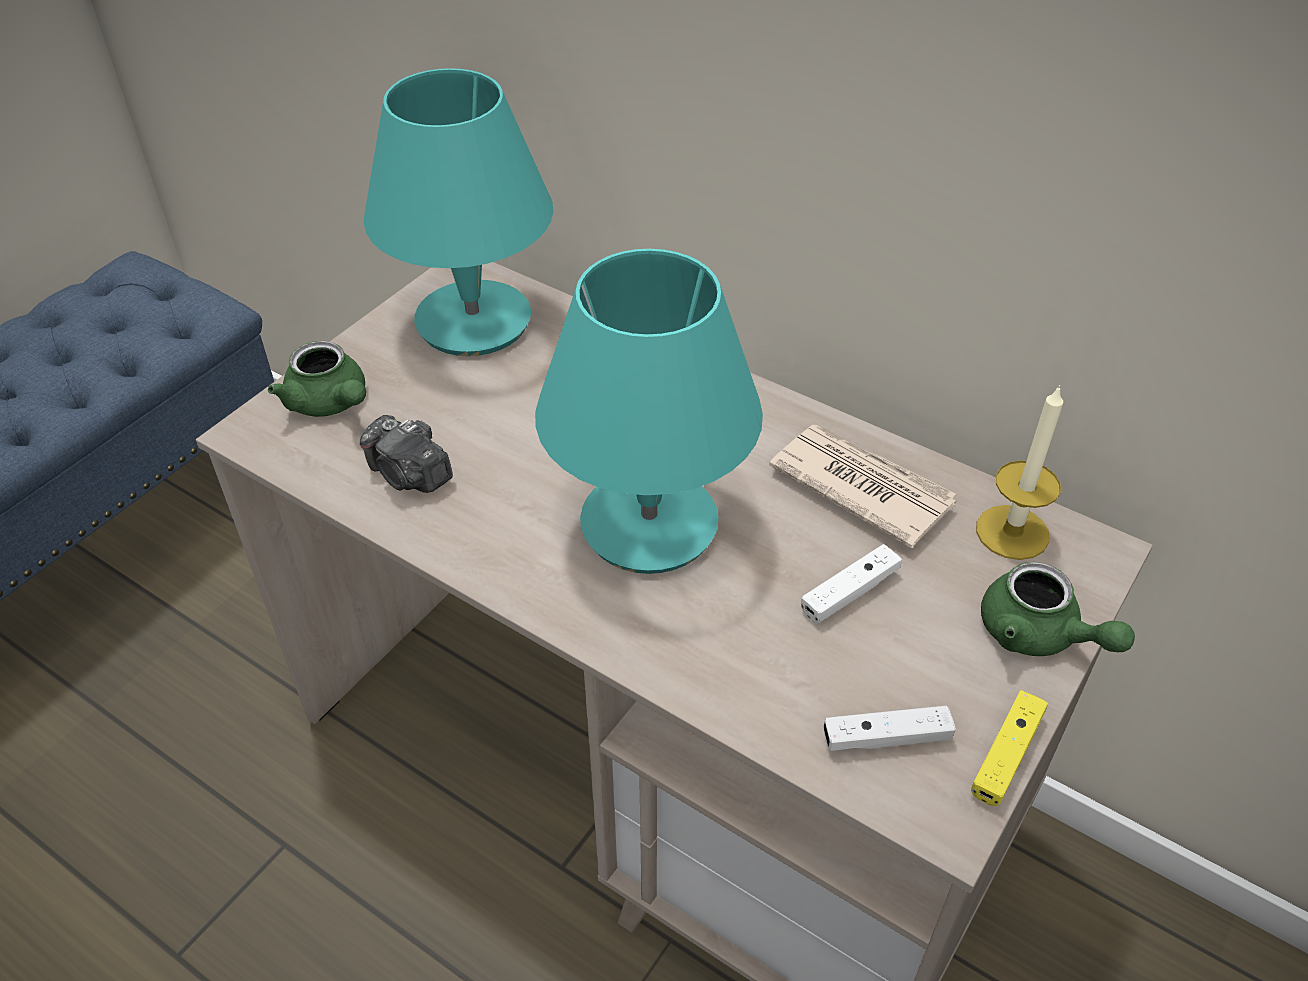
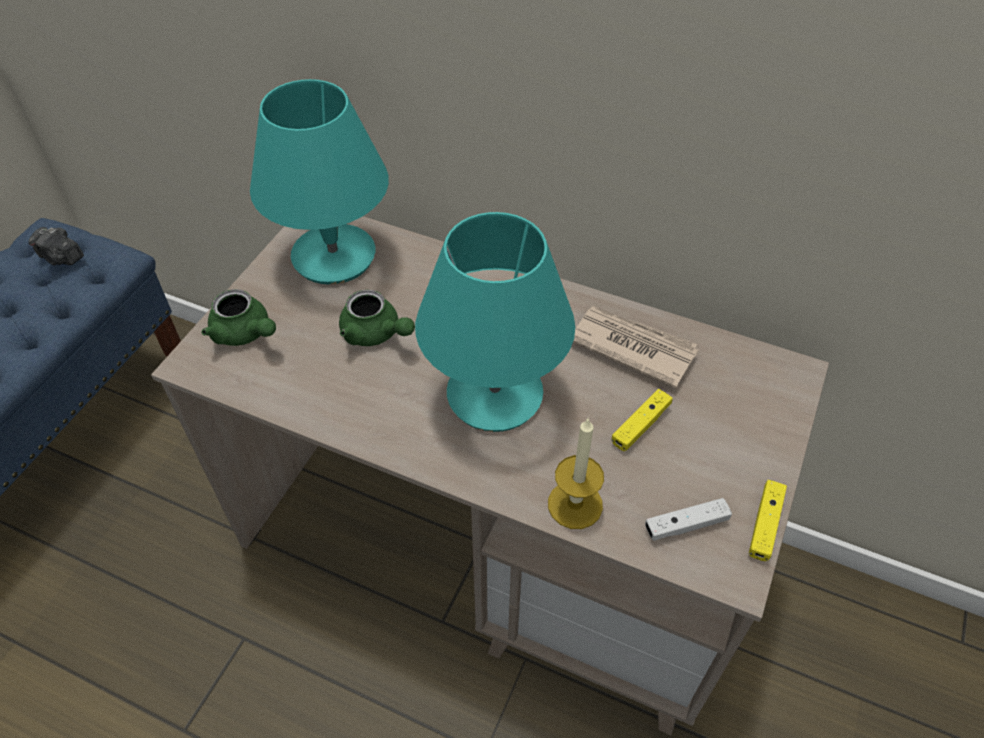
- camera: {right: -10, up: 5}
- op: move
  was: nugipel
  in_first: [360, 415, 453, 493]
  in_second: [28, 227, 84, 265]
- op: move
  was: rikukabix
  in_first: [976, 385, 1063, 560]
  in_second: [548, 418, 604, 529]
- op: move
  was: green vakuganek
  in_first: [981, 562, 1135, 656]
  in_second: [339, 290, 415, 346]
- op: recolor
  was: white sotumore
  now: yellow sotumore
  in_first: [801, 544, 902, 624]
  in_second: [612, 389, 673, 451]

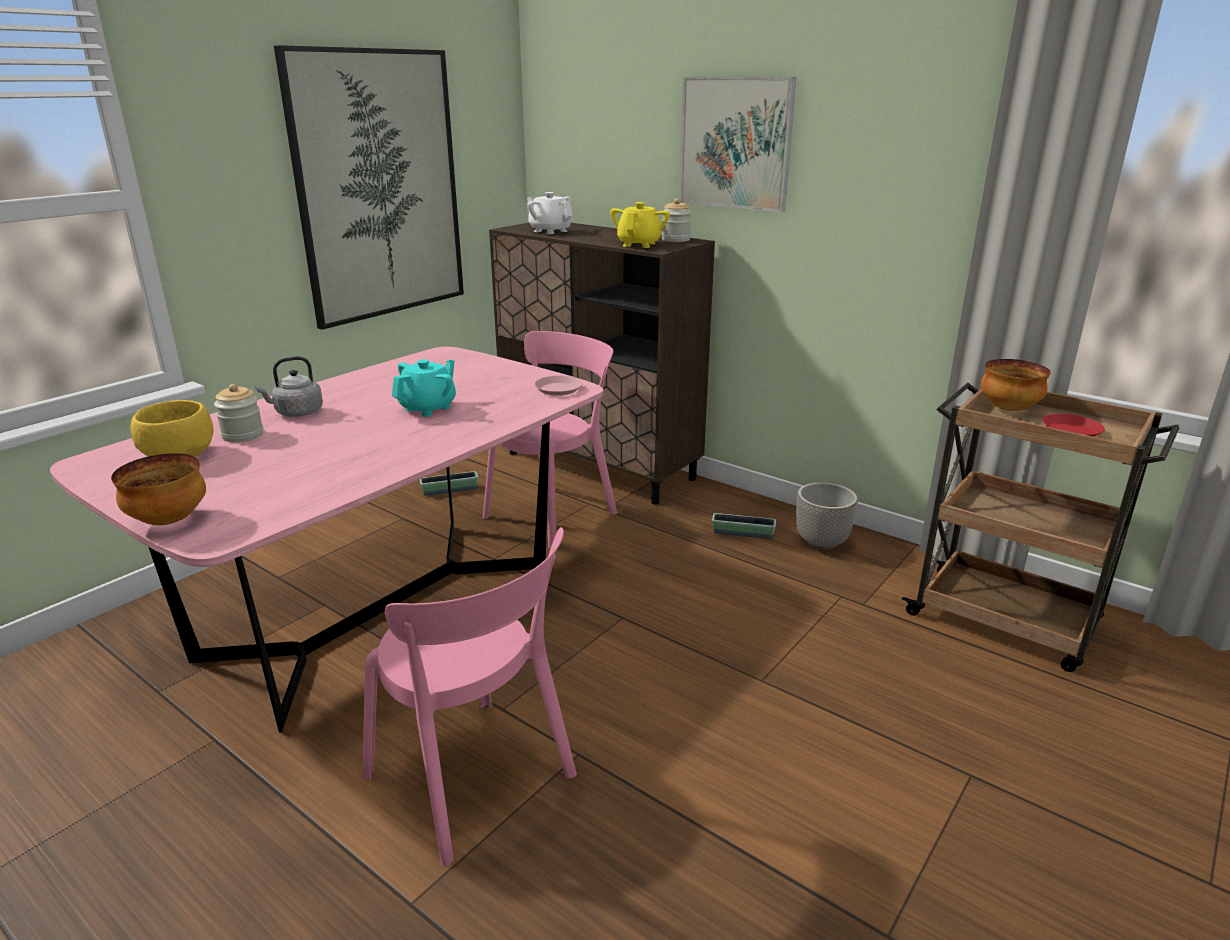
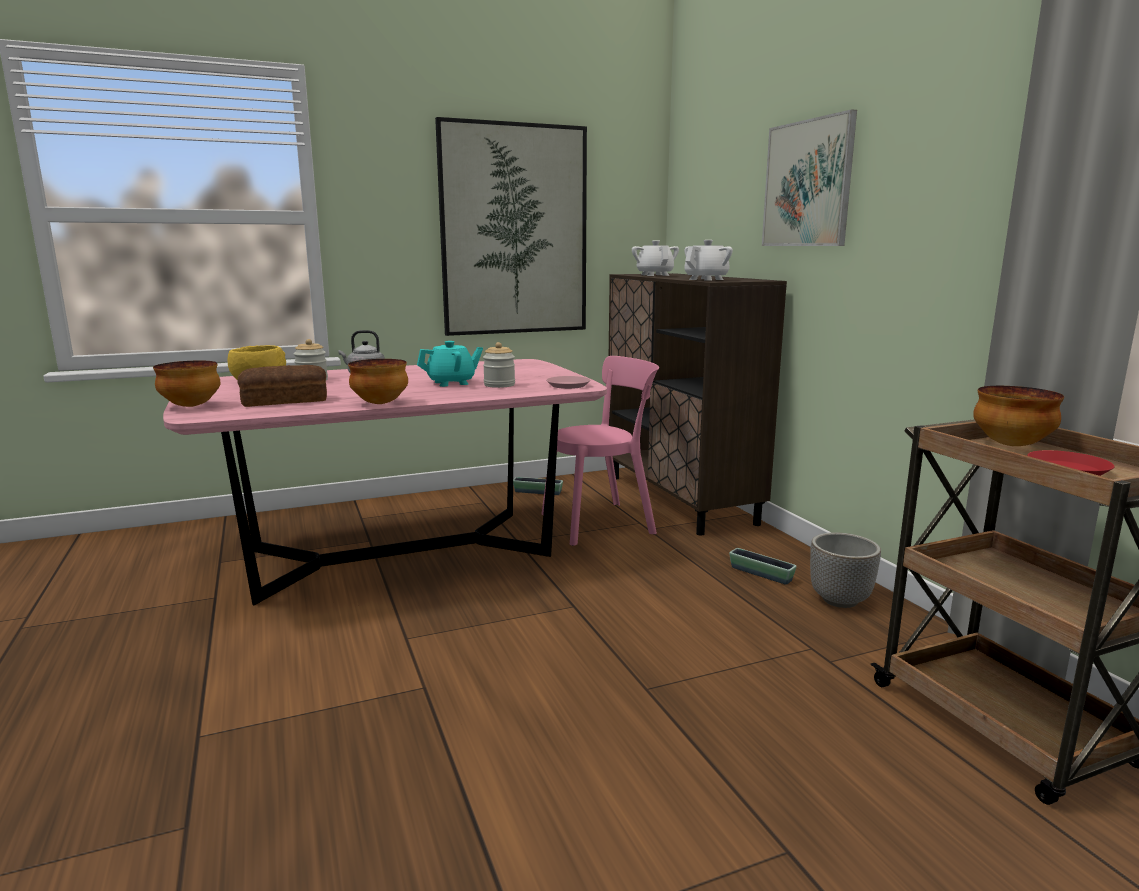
- camera: {right: 30, up: -10}
- op: delete
  was: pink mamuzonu
  in_first: [363, 527, 577, 867]
- op: insert
  now: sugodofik
  in_second: [237, 365, 327, 407]
- op: insert
  now: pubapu
  in_second: [348, 359, 408, 404]
- op: move
  was: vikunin
  in_first: [662, 198, 692, 242]
  in_second: [483, 342, 515, 388]
- op: recolor
  was: yellow vakuganek
  now: white vakuganek
  in_first: [610, 202, 670, 248]
  in_second: [684, 240, 733, 281]

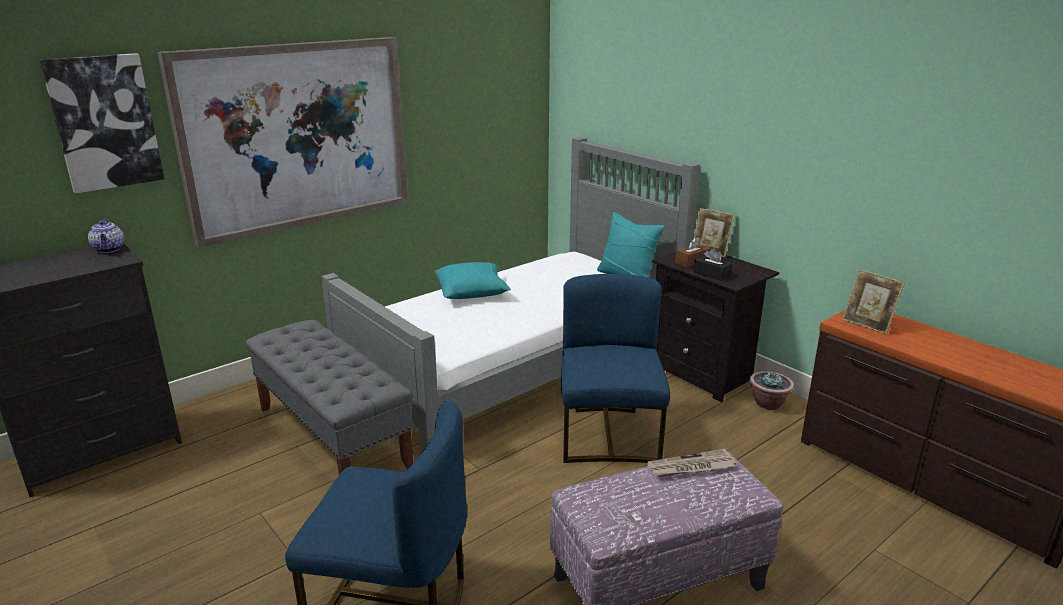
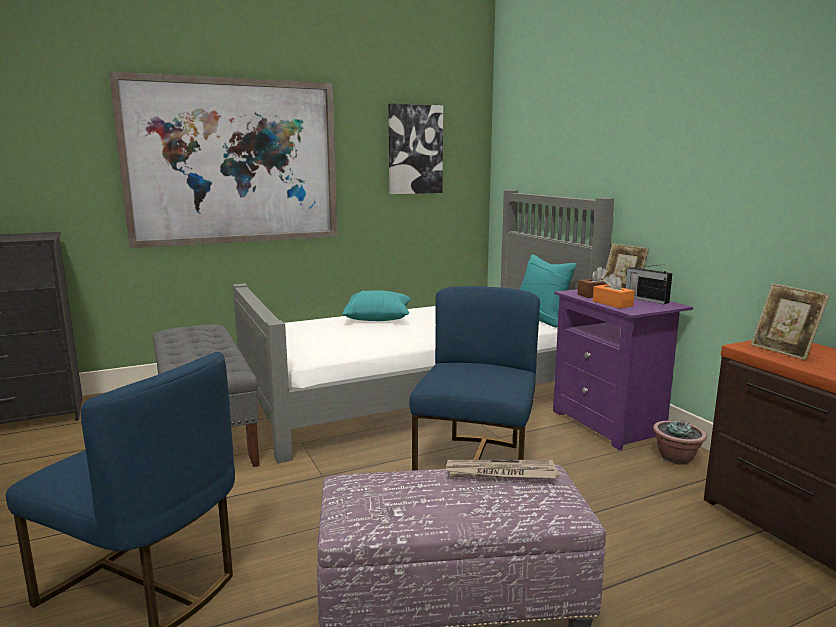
- camera: {right: 15, up: -10}
- op: delete
  was: vakuganek
  in_first: [88, 220, 124, 253]
- op: insert
  now: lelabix
  in_second: [625, 264, 672, 304]
- op: move
  was: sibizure
  in_first: [40, 53, 164, 194]
  in_second: [388, 103, 443, 194]
- op: recolor
  was: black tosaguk
  now: purple tosaguk
  in_first: [652, 252, 779, 402]
  in_second: [553, 289, 693, 451]
- op: recolor
  was: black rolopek
  now: orange rolopek
  in_first: [694, 248, 733, 281]
  in_second: [593, 273, 635, 308]

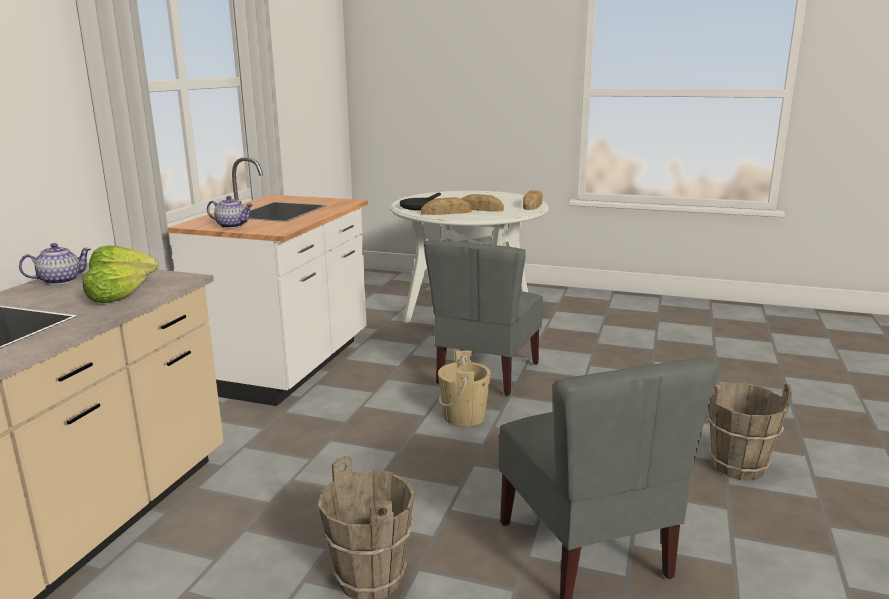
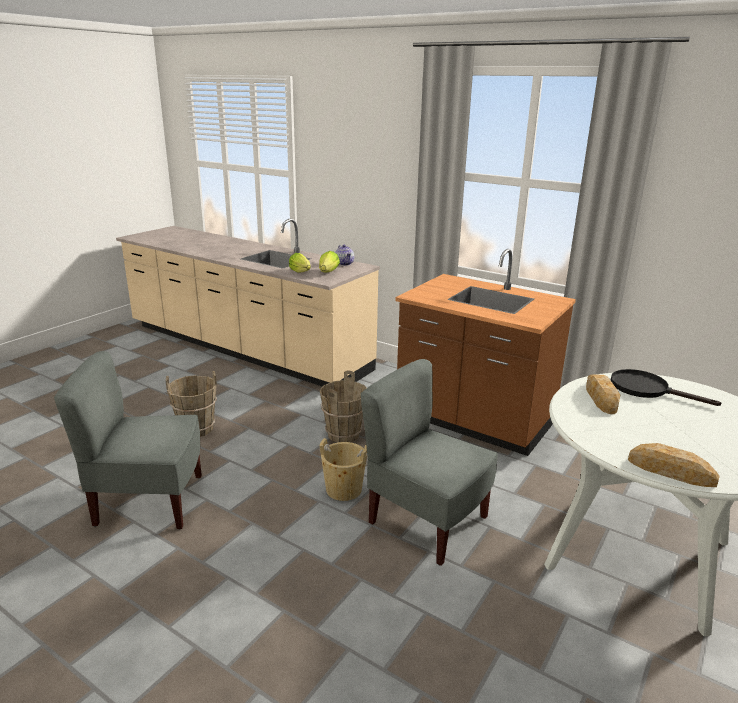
- camera: {right: 105, up: 5}
- op: delete
  was: vakuganek
  in_first: [207, 196, 253, 228]
- op: delete
  was: sugodofik
  in_first: [461, 194, 504, 212]
- op: move
  was: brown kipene
  in_first: [707, 383, 792, 481]
  in_second: [320, 370, 366, 443]
- op: recolor
  was: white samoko
  now: brown samoko
  in_first: [168, 157, 368, 406]
  in_second: [395, 249, 576, 456]

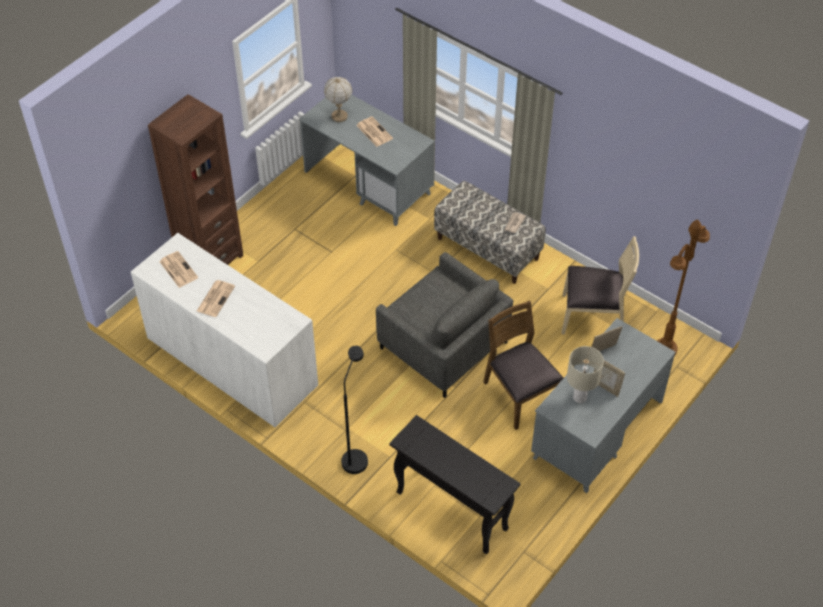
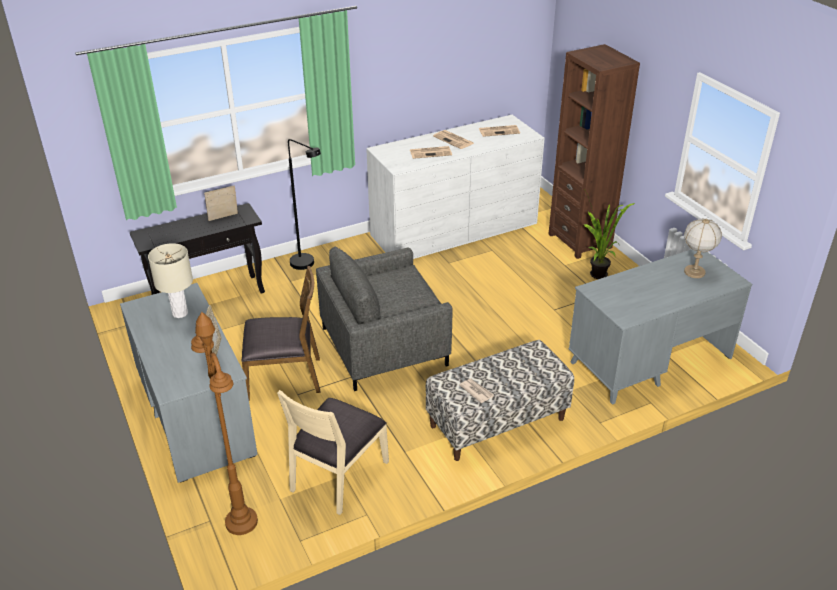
- camera: {right: 115, up: -15}
- op: insert
  now: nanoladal
  in_second: [583, 188, 635, 279]
- op: move
  was: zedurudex
  in_first: [356, 117, 393, 147]
  in_second: [410, 146, 452, 159]
- op: move
  was: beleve
  in_first: [594, 360, 625, 397]
  in_second: [204, 185, 238, 221]

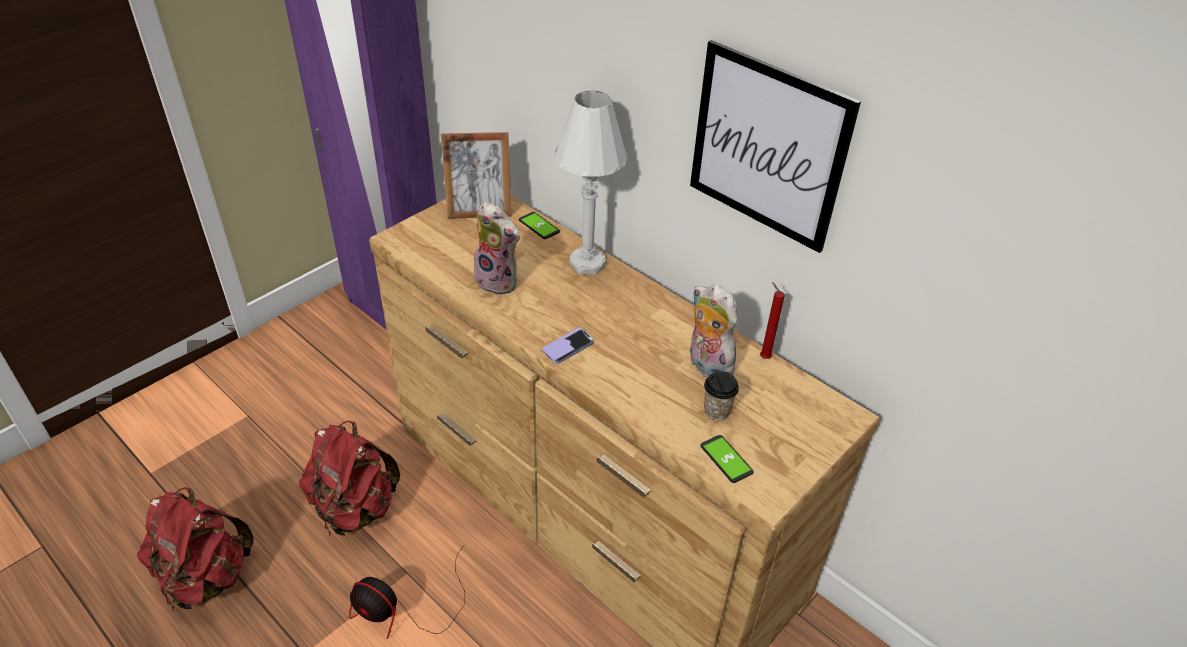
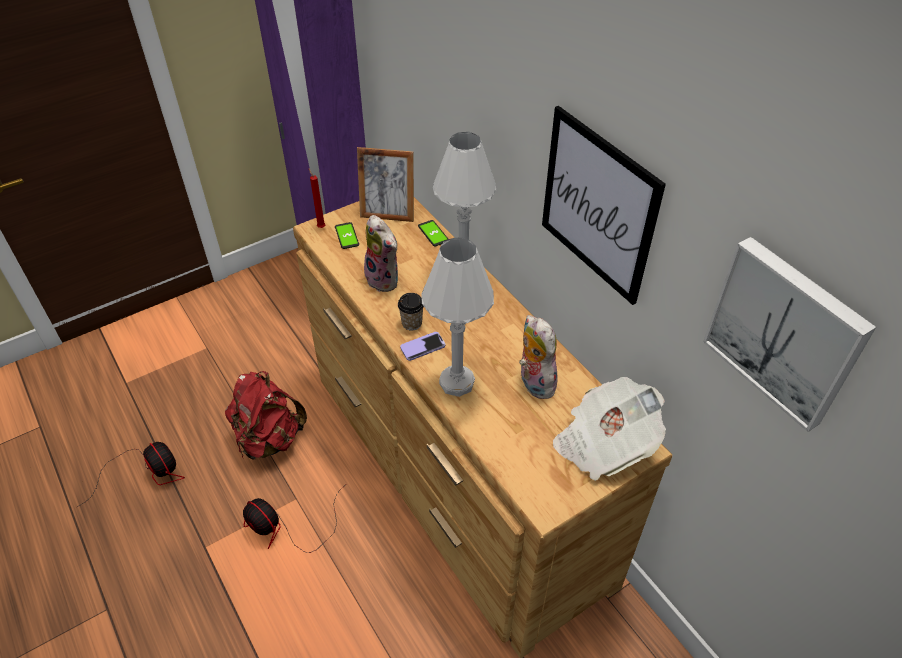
- camera: {right: 15, up: 5}
- op: insert
  now: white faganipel
  in_second: [421, 238, 494, 397]
- op: insert
  now: zedurudex
  in_second: [553, 377, 666, 481]
- op: insert
  now: sibizure
  in_second: [703, 237, 876, 432]
- op: move
  was: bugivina
  in_first: [700, 435, 754, 483]
  in_second: [335, 222, 359, 249]
- op: move
  was: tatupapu
  in_first: [704, 371, 739, 420]
  in_second: [398, 293, 424, 331]
- op: move
  was: red rikukabix
  in_first: [760, 282, 785, 359]
  in_second: [309, 168, 325, 228]
- op: replace
  was: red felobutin
  now: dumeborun
  in_first: [137, 487, 254, 611]
  in_second: [76, 442, 185, 508]

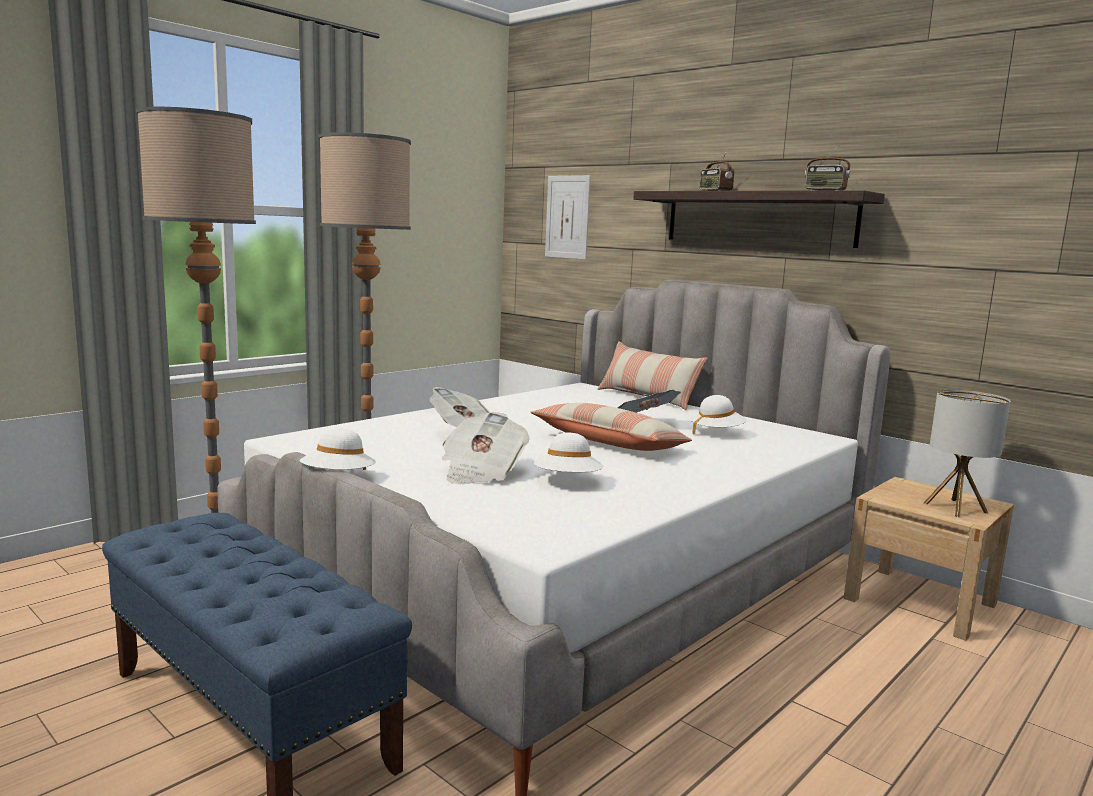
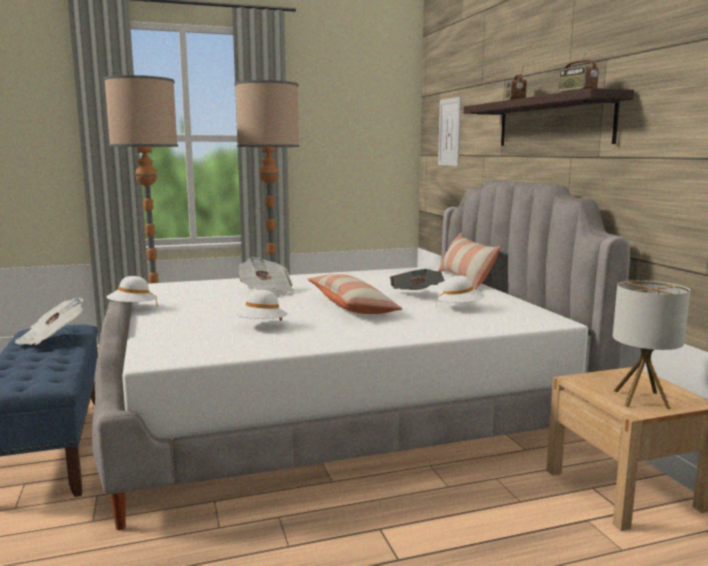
- camera: {right: 30, up: 0}
- op: move
  was: zedurudex
  in_first: [442, 412, 529, 484]
  in_second: [15, 298, 84, 345]

